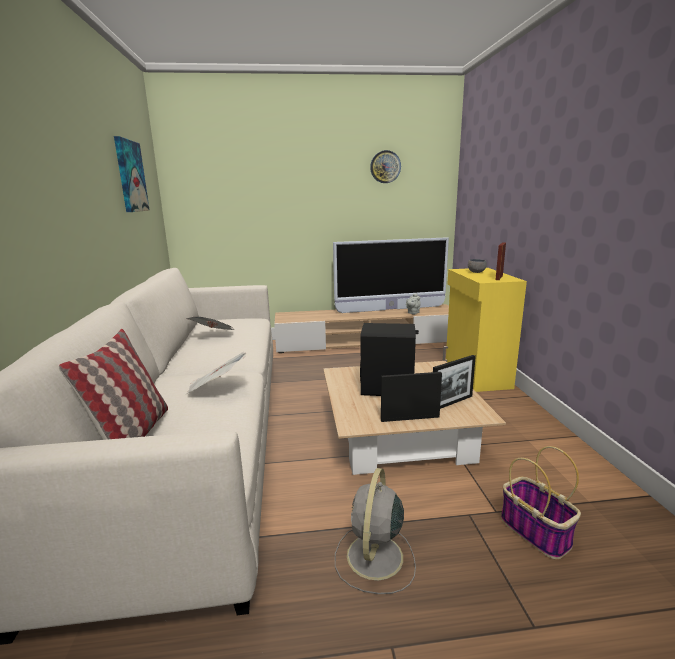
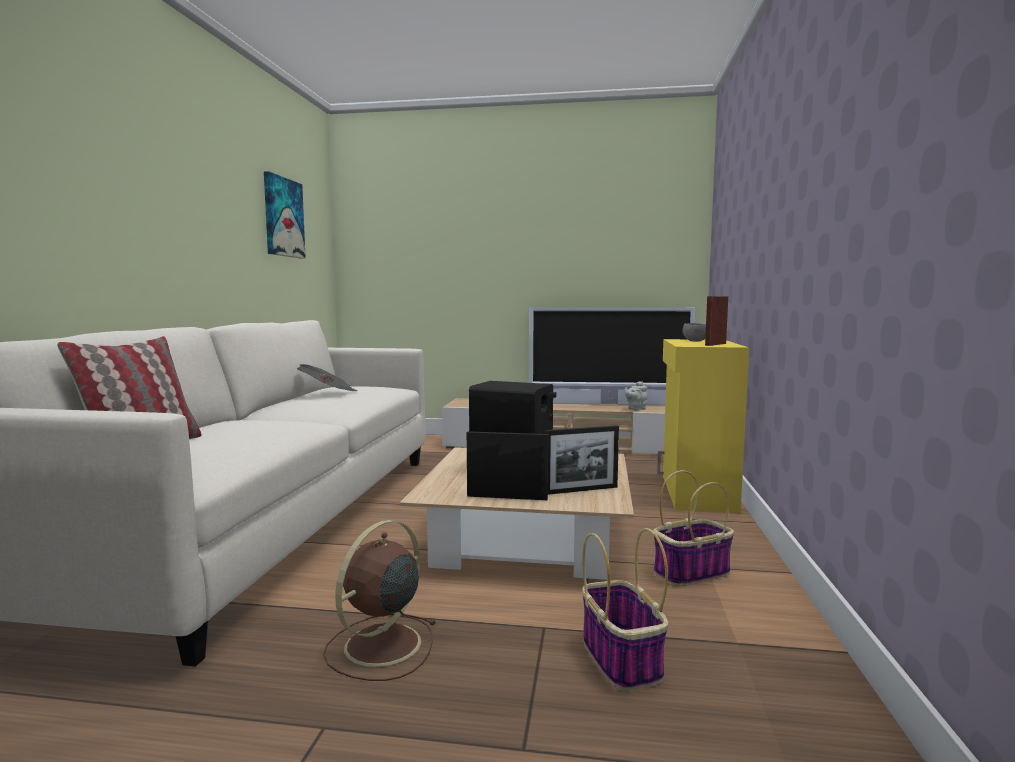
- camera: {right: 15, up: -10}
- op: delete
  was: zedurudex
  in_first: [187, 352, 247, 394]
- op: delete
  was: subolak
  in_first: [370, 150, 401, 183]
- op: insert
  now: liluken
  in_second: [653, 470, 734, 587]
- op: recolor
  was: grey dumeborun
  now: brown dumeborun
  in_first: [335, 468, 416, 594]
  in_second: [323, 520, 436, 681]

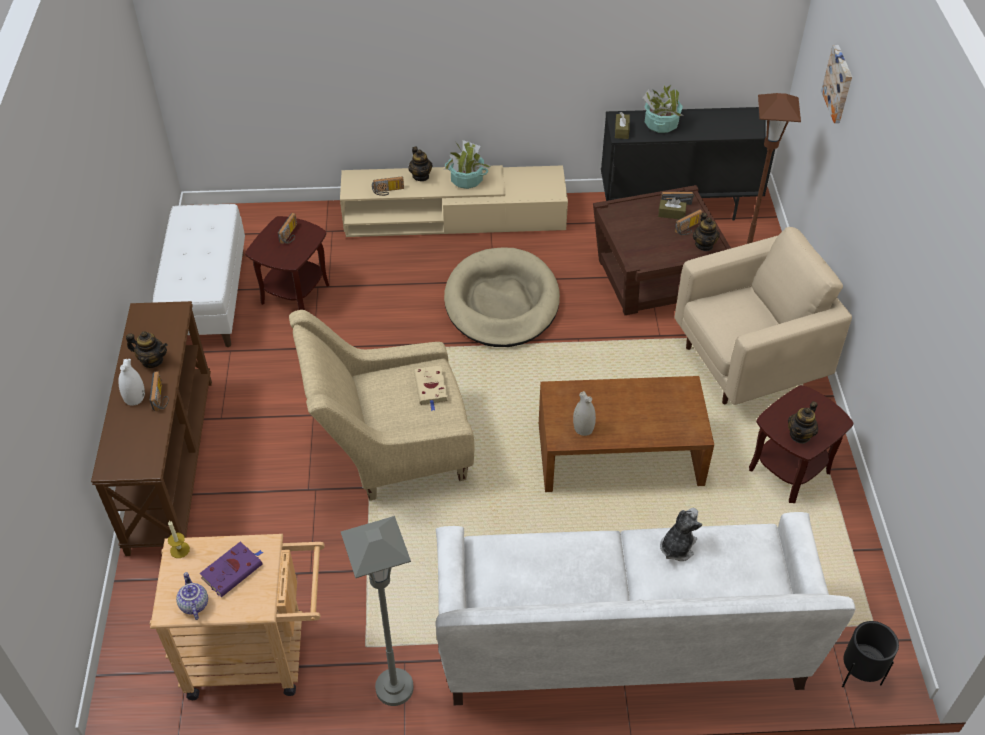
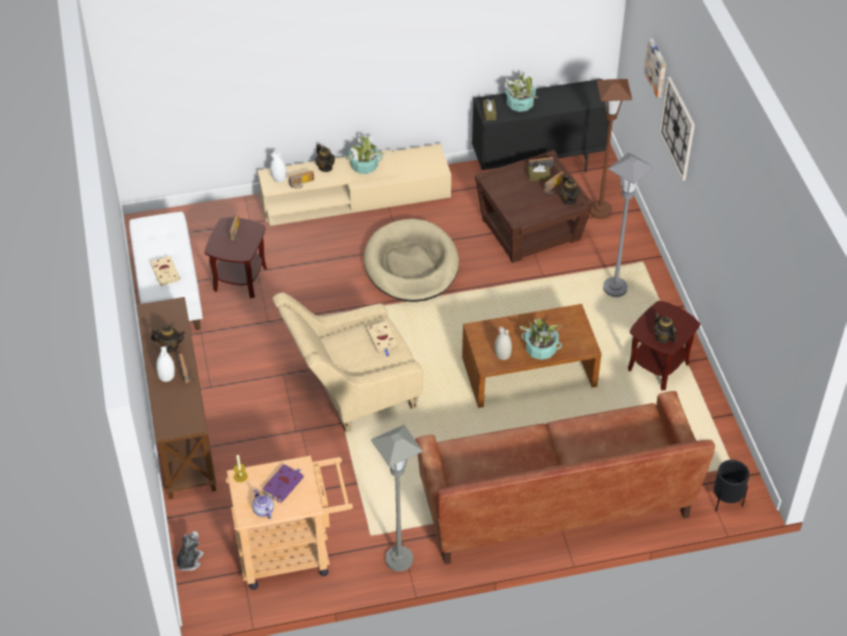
- camera: {right: -10, up: 0}
- op: insert
  now: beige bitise
  in_second: [150, 256, 180, 286]
- op: insert
  now: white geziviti
  in_second: [270, 152, 287, 182]
- op: insert
  now: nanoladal
  in_second: [520, 319, 562, 360]
- op: insert
  now: subolak
  in_second: [659, 77, 695, 181]
- op: move
  was: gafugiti
  in_first: [660, 508, 702, 561]
  in_second: [176, 531, 204, 571]
- op: replace
  was: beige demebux
  now: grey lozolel
  in_first: [675, 227, 852, 405]
  in_second: [603, 152, 654, 297]
- op: recolor
  was: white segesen
  now: brown segesen
  in_first: [435, 512, 855, 705]
  in_second: [415, 391, 715, 564]
- op: rotate
  was: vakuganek
  in_first: [788, 401, 818, 444]
  in_second: [654, 312, 677, 343]
  clockwise: 120

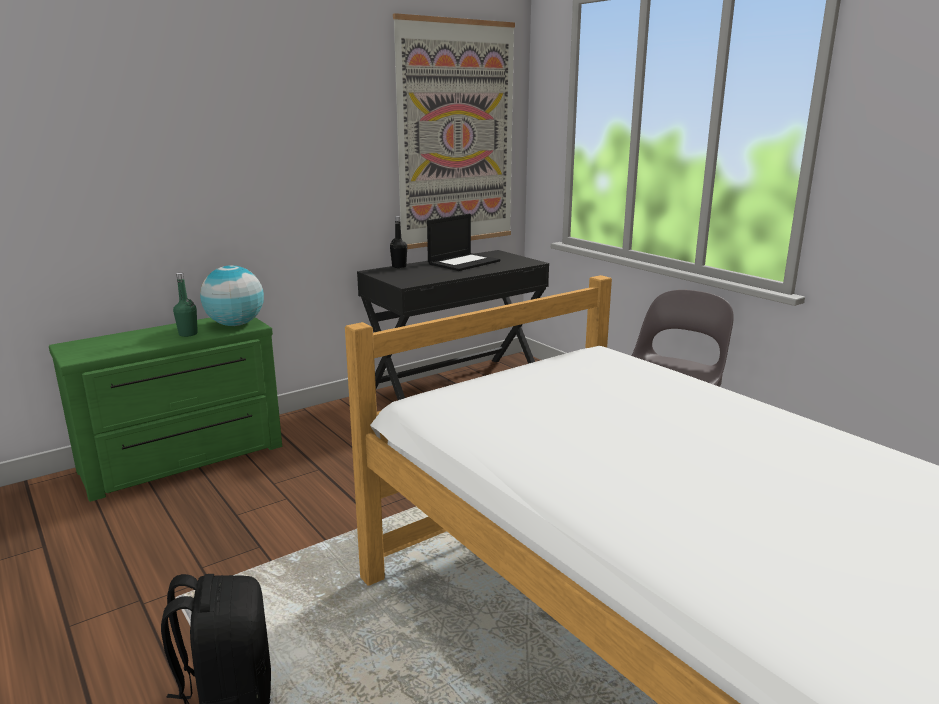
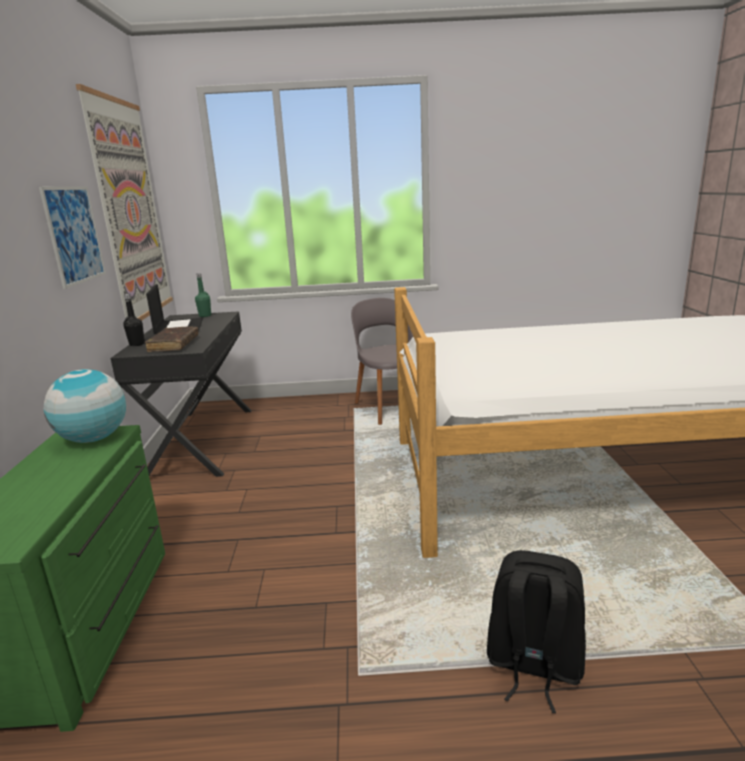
- camera: {right: -55, up: 0}
- op: insert
  now: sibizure
  in_second: [39, 186, 106, 289]
- op: insert
  now: brown bitise
  in_second: [145, 326, 198, 352]
- op: move
  was: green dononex
  in_first: [173, 273, 198, 337]
  in_second: [195, 273, 211, 317]

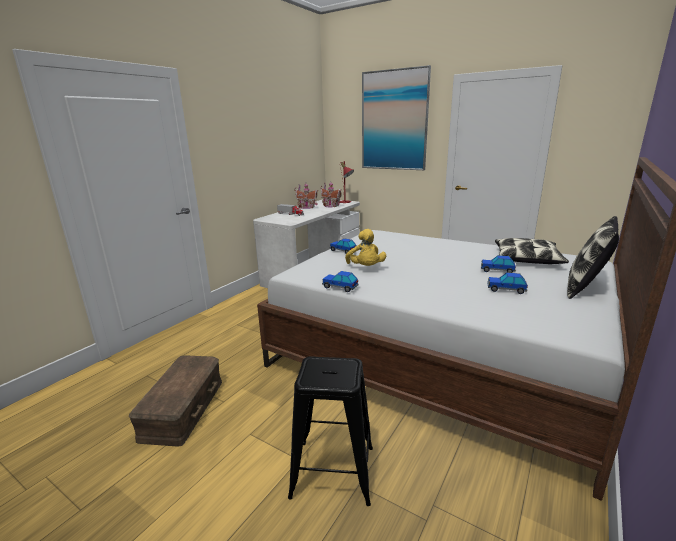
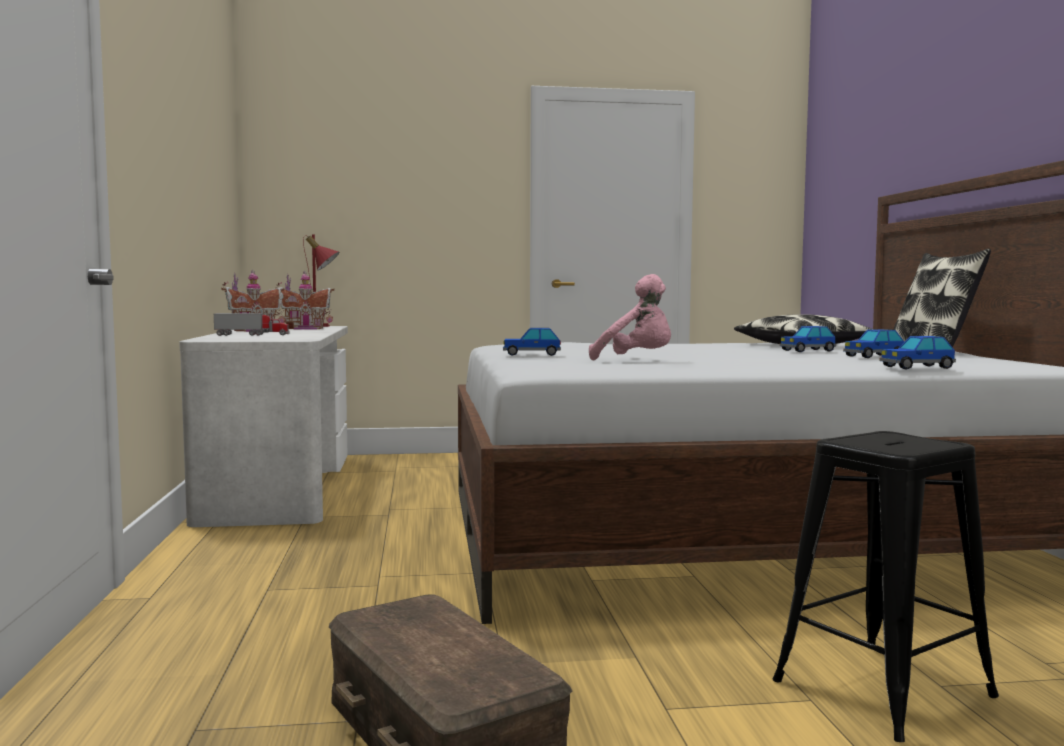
- camera: {right: -40, up: -15}
- op: delete
  was: sibizure
  in_first: [362, 65, 431, 170]
- op: move
  was: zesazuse
  in_first: [322, 271, 359, 292]
  in_second: [880, 336, 956, 369]
- op: recolor
  was: yellow gafugiti
  now: pink gafugiti
  in_first: [345, 229, 386, 266]
  in_second: [589, 274, 671, 360]

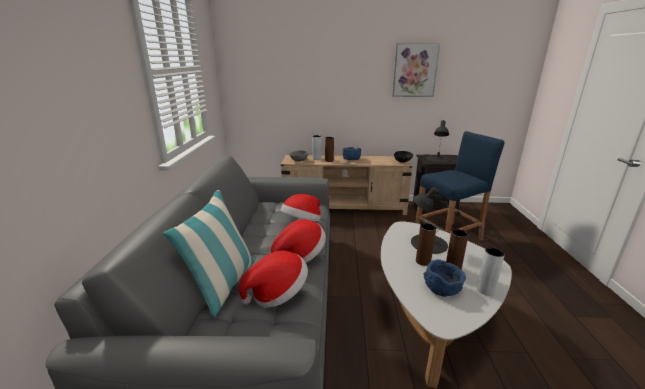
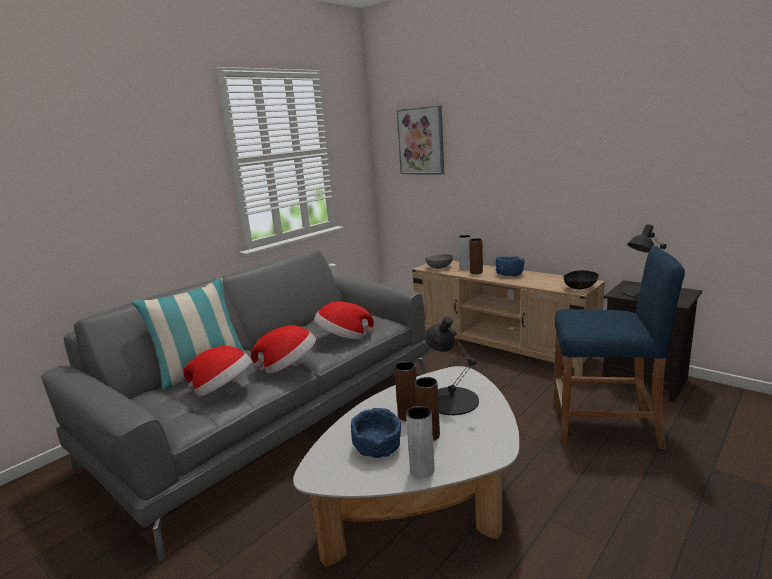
- camera: {right: 40, up: -5}
- op: move
  was: sibizure
  in_first: [393, 43, 440, 97]
  in_second: [397, 106, 444, 174]

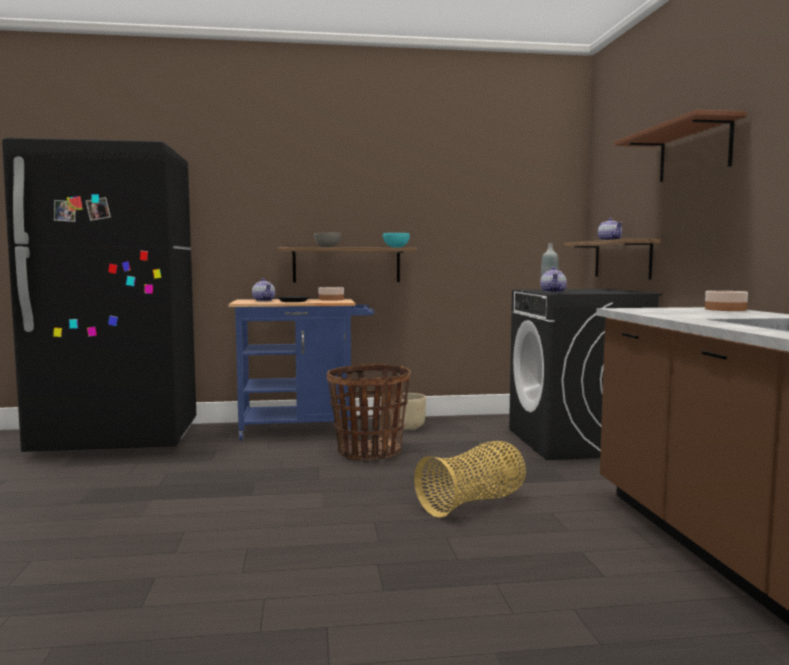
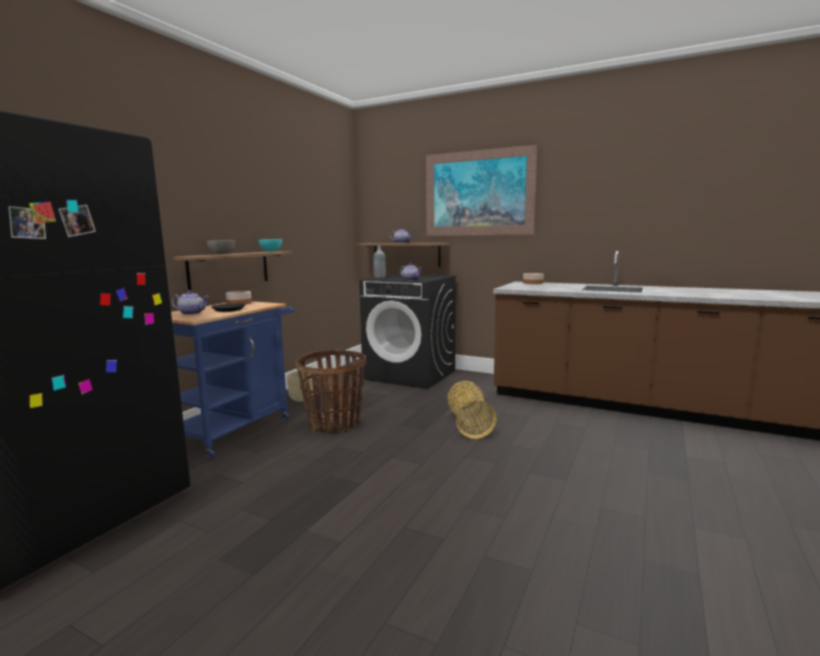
- camera: {right: -55, up: 5}
- op: replace
  was: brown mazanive
  now: sibizure
  in_first: [614, 110, 747, 182]
  in_second: [426, 145, 537, 236]

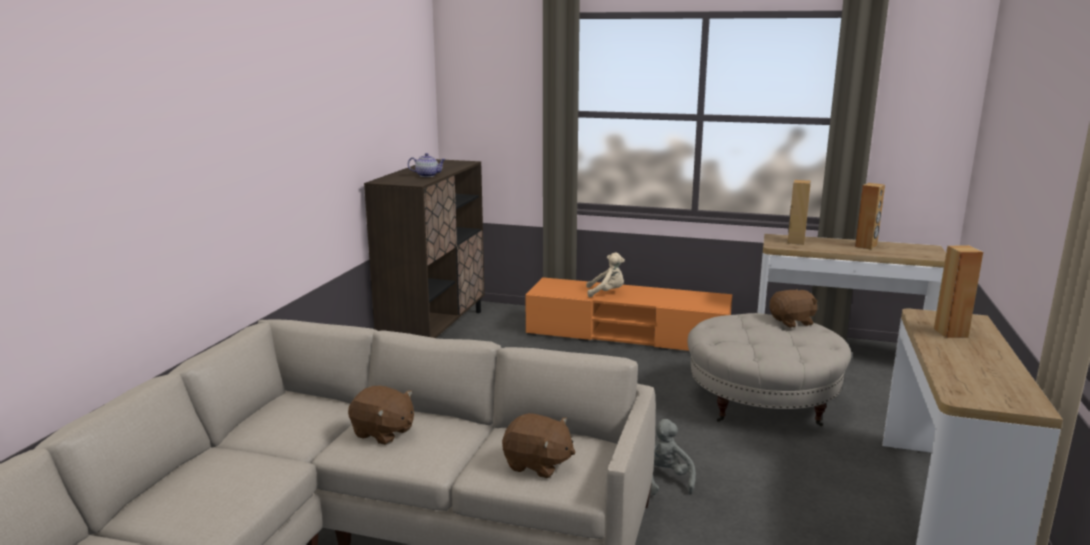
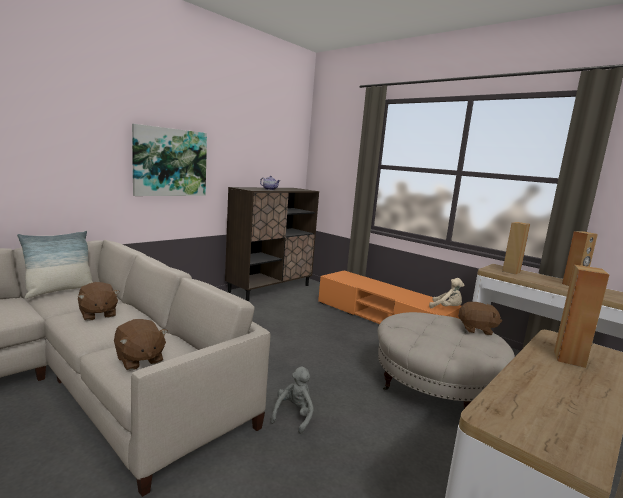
- camera: {right: 25, up: -5}
- op: insert
  now: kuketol
  in_second: [17, 231, 93, 299]
- op: insert
  now: sibizure
  in_second: [132, 124, 207, 196]
- op: move
  was: beige gafugiti
  in_first: [586, 252, 625, 298]
  in_second: [429, 278, 465, 308]

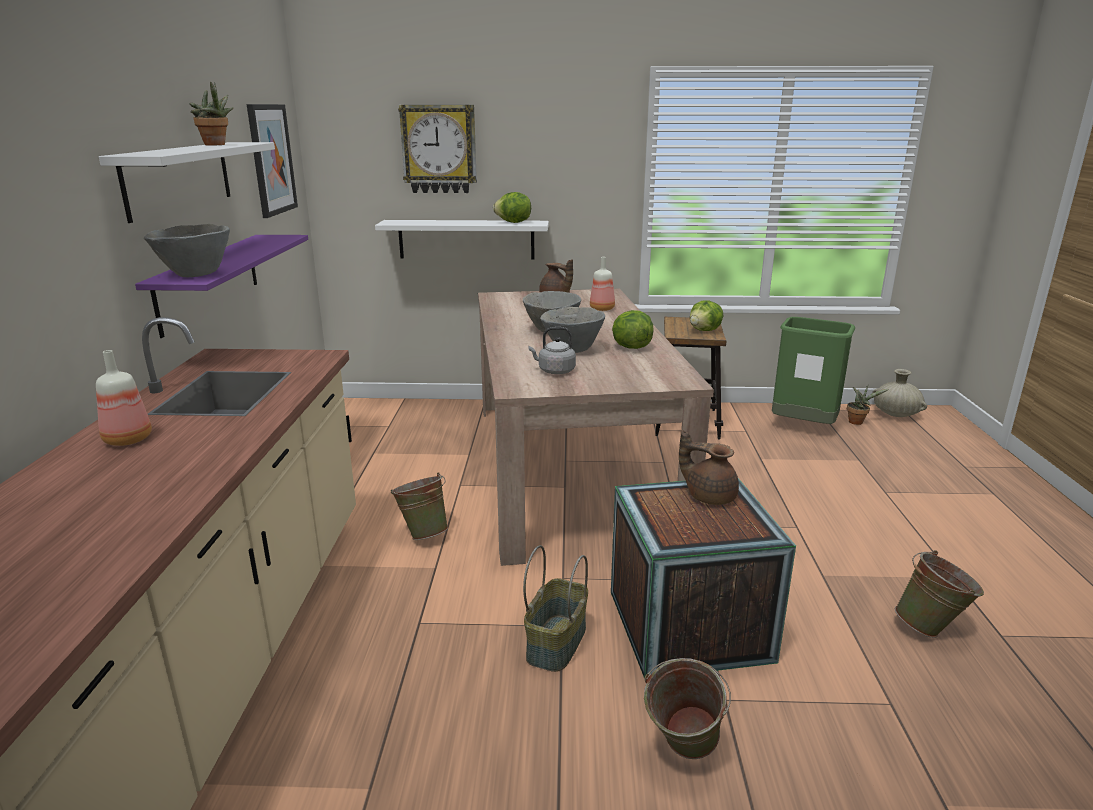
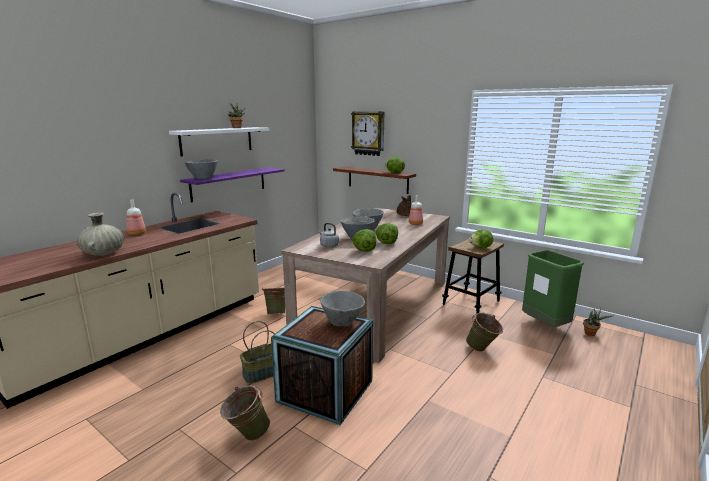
- camera: {right: 35, up: -5}
- op: delete
  was: sibizure
  in_first: [247, 104, 298, 218]
- op: insert
  now: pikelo
  in_second: [353, 229, 376, 252]
- op: move
  was: beige geziviti
  in_first: [872, 369, 927, 417]
  in_second: [77, 213, 124, 256]
- op: move
  was: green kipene
  in_first: [895, 550, 984, 638]
  in_second: [466, 313, 503, 352]
- op: replace
  was: brown vakuganek
  now: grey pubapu
  in_first: [679, 430, 739, 505]
  in_second: [320, 291, 365, 326]
- op: recolor
  was: white mazanive
  now: brown mazanive
  in_first: [375, 220, 549, 259]
  in_second: [333, 167, 416, 194]

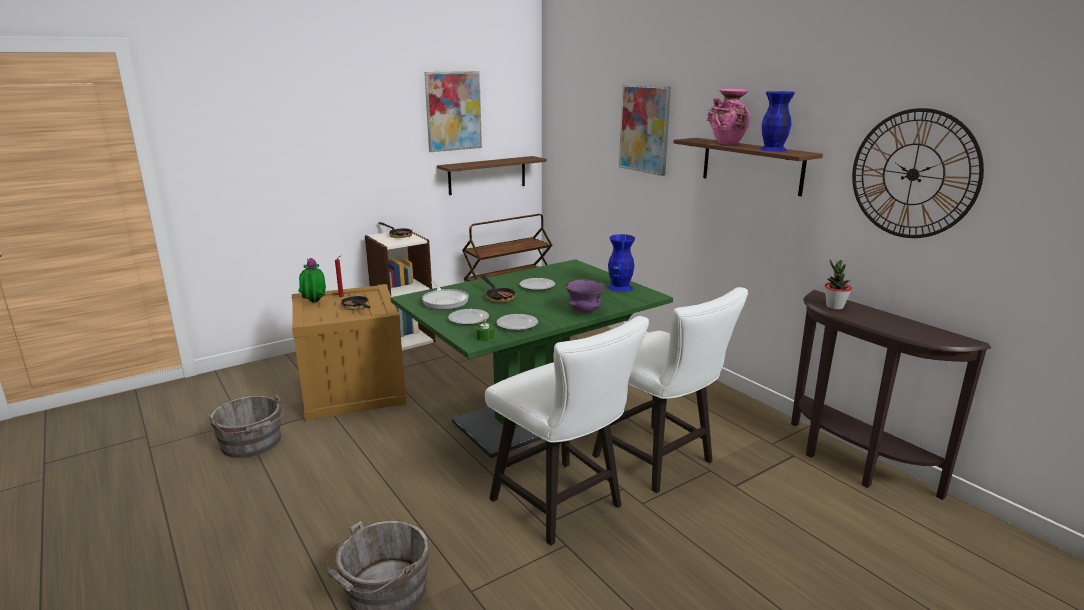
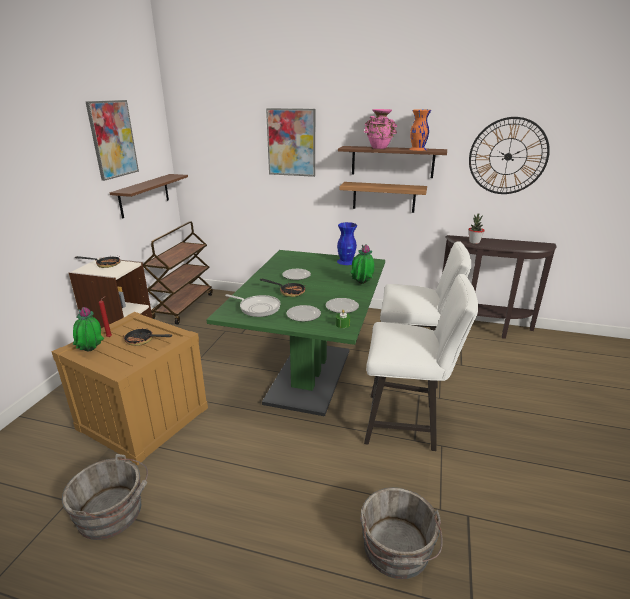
- camera: {right: -40, up: 5}
- op: insert
  now: mazanive
  in_second: [339, 182, 427, 213]
- op: replace
  was: purple pubapu
  now: nanoladal
  in_first: [565, 279, 606, 313]
  in_second: [350, 244, 375, 284]
- op: recolor
  was: blue geziviti
  now: orange geziviti
  in_first: [759, 91, 795, 152]
  in_second: [409, 109, 431, 151]

